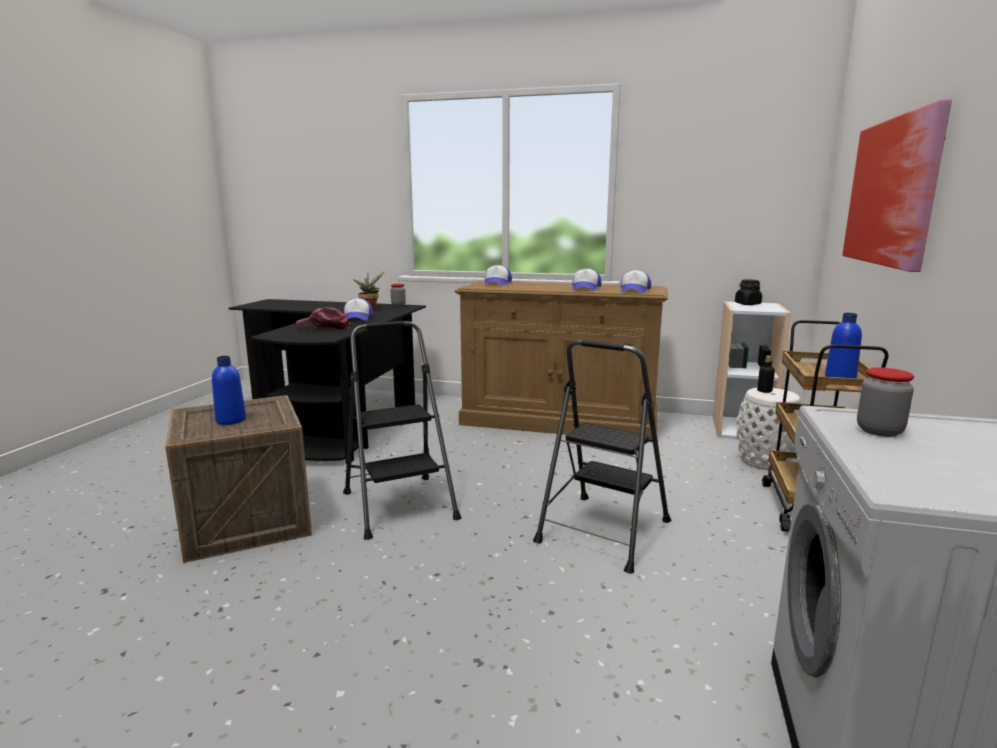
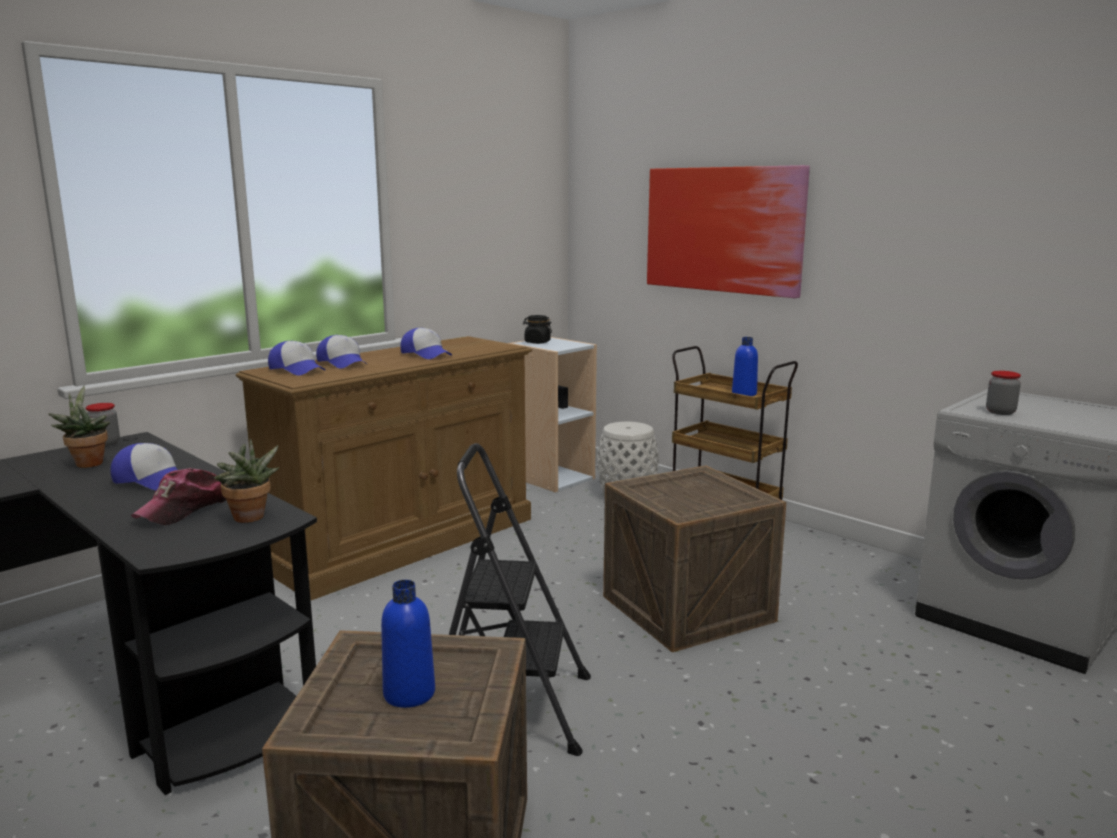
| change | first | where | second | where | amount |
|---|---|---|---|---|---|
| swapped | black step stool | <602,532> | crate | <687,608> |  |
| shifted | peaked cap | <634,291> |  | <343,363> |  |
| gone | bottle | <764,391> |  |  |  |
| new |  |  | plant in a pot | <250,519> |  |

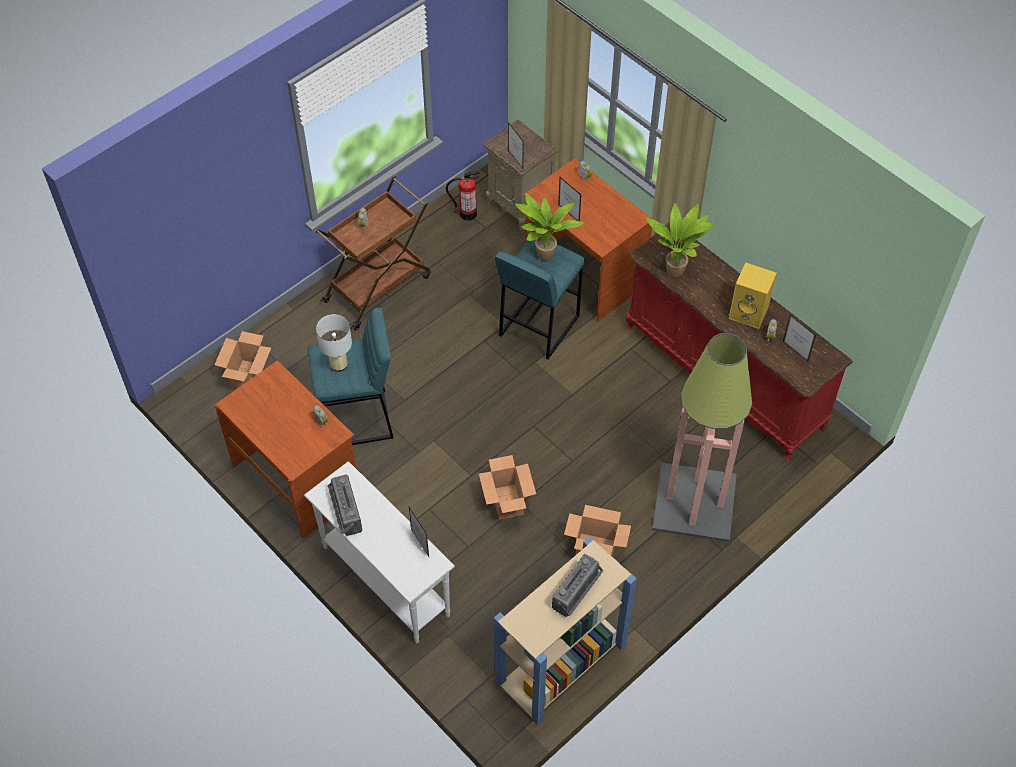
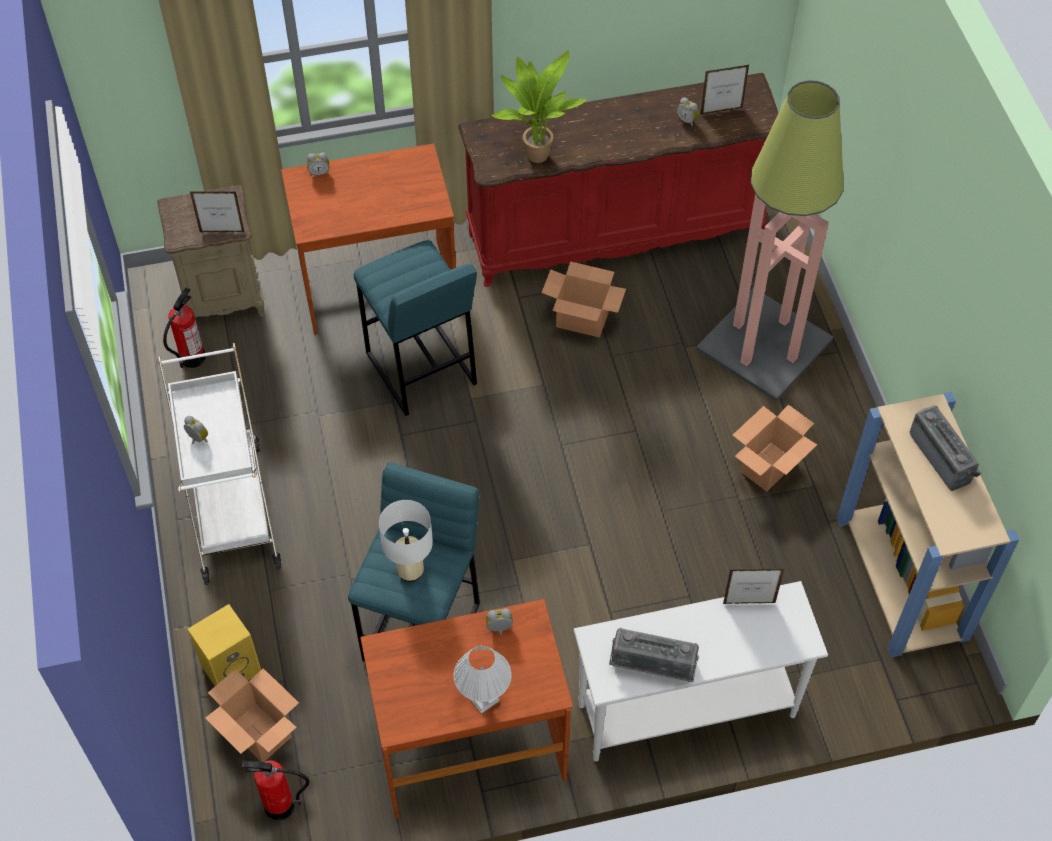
| change | first | where | second | where | amount |
|---|---|---|---|---|---|
| repainted | brown trolley | <378,289> | white trolley | <233,511> |  |
| shifted | cardboard box | <507,502> |  | <583,320> |  |
| gone | plant in a pot | <544,257> |  |  |  |
| gone | picture frame | <568,214> |  |  |  |
| shifted | yellow-coloured speaker | <749,313> |  | <232,667> |  |
| new |  |  | fire extinguisher | <279,806> |  |
| new |  |  | white lamp for a table | <482,698> |  |

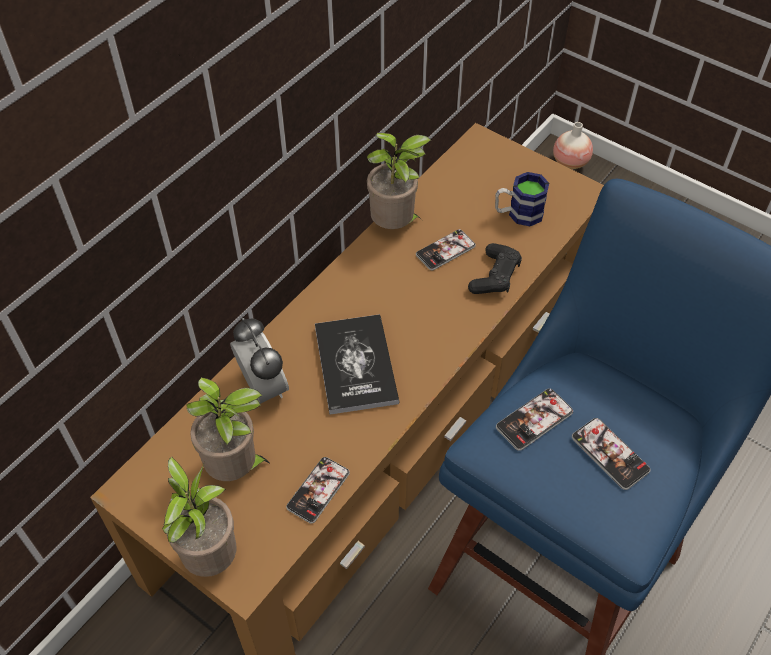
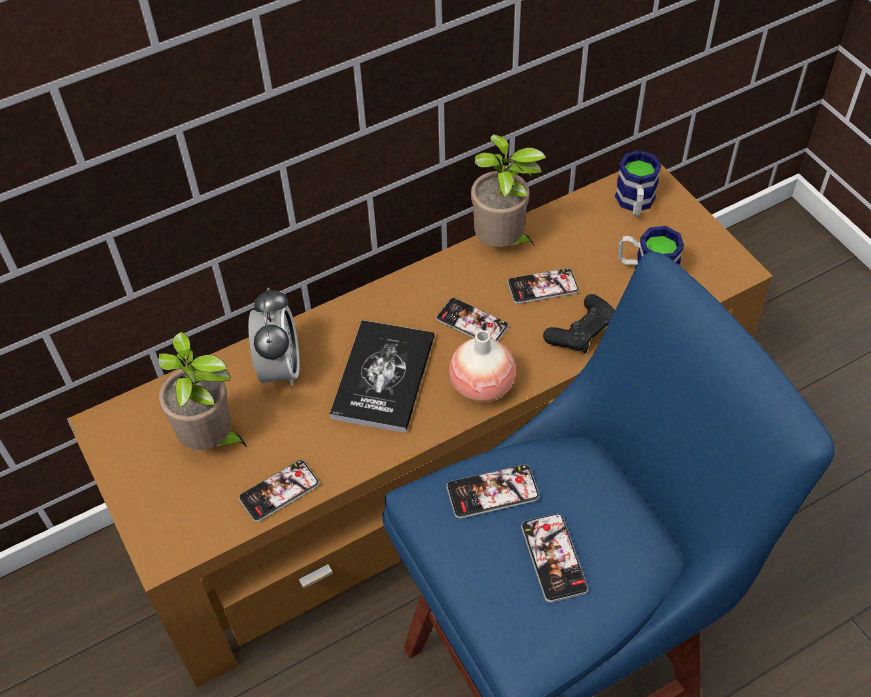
| change | first | where | second | where | amount |
|---|---|---|---|---|---|
| gone | plant in a pot | <210,556> |  |  |  |
| shifted | flower vase | <570,162> |  | <481,386> |  |
| new |  |  | telephone | <472,323> |  |
| new |  |  | tea mug | <635,204> |  |

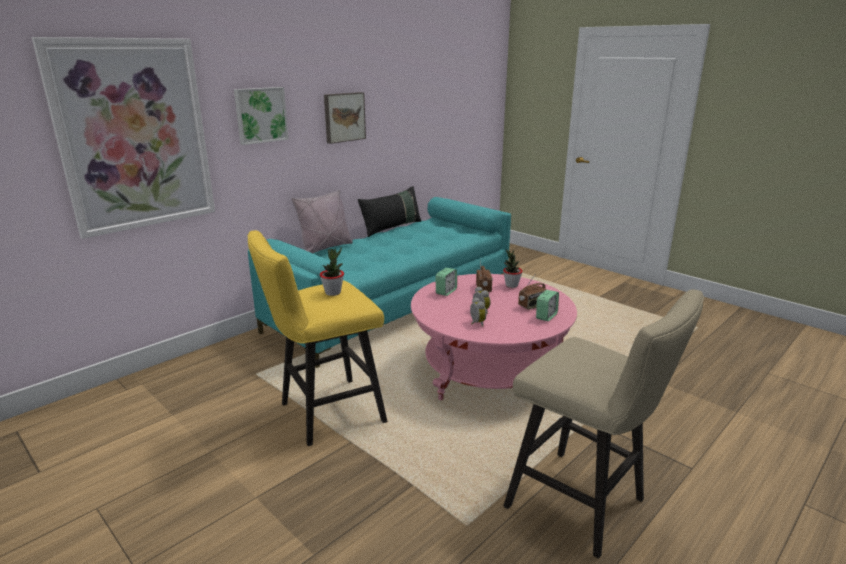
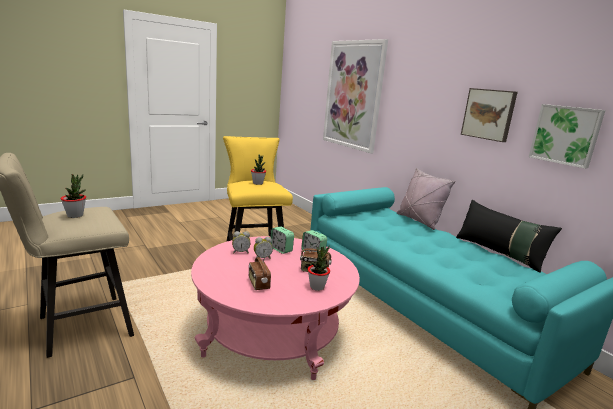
| change | first | where | second | where | amount |
|---|---|---|---|---|---|
| shifted | wall picture | <260,115> |  | <566,135> |  |
| shifted | table clock | <546,316> |  | <281,249> |  |
| new |  |  | plant in a pot | <75,215> |  |

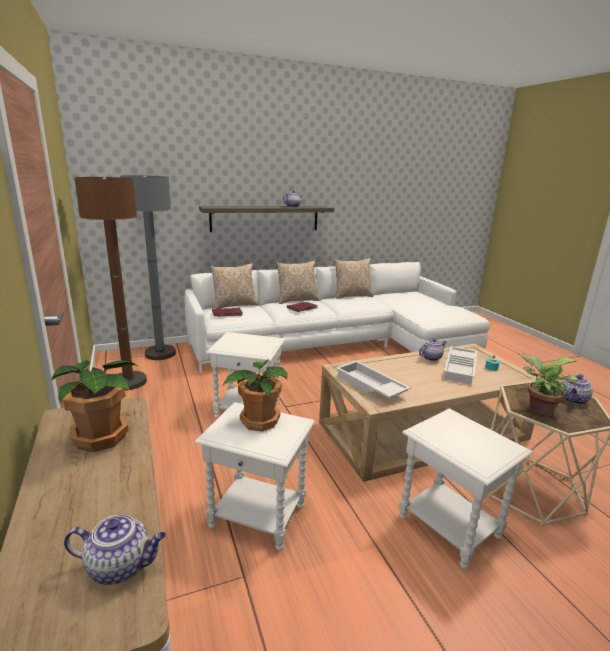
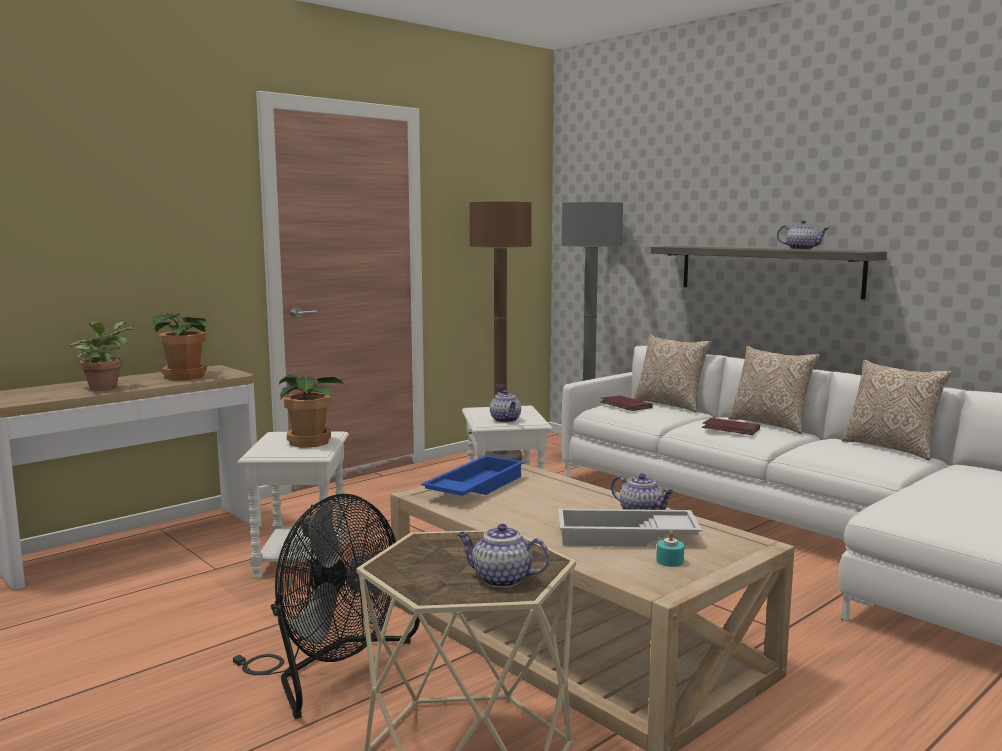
| change | first | where | second | where | amount |
|---|---|---|---|---|---|
| shifted | tea pot | <121,566> |  | <506,420> |  |
| repainted | white serving tray | <369,386> | blue-coloured serving tray | <474,486> |  |
| swapped | white side table | <448,526> | black fan | <327,670> |  |
| shifted | plant in a pot | <537,410> |  | <104,387> |  |

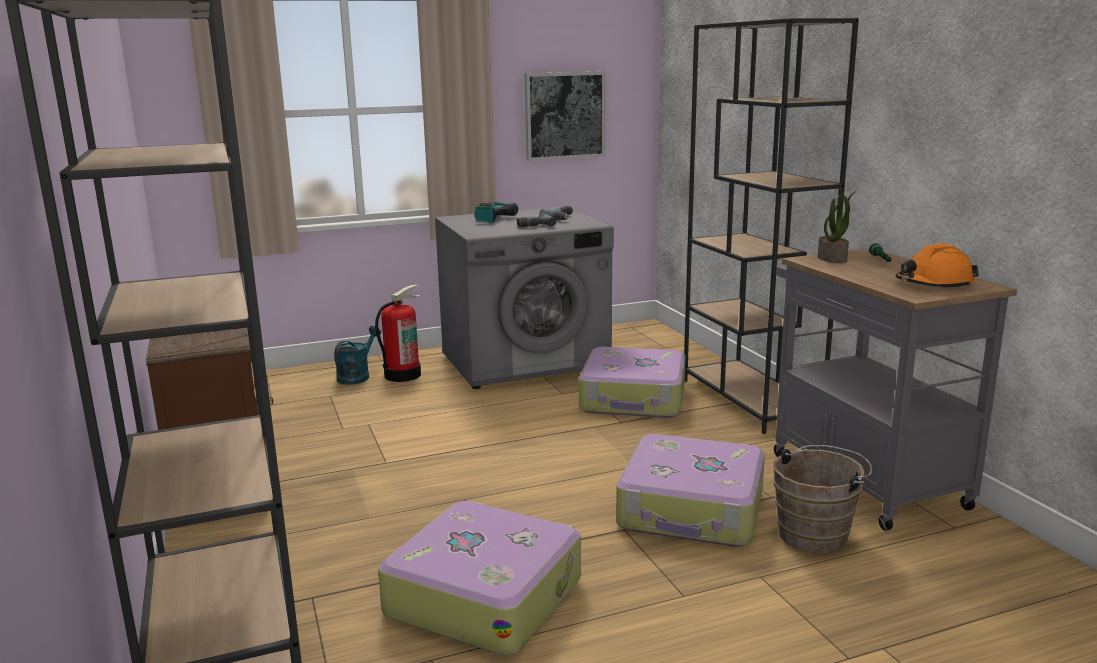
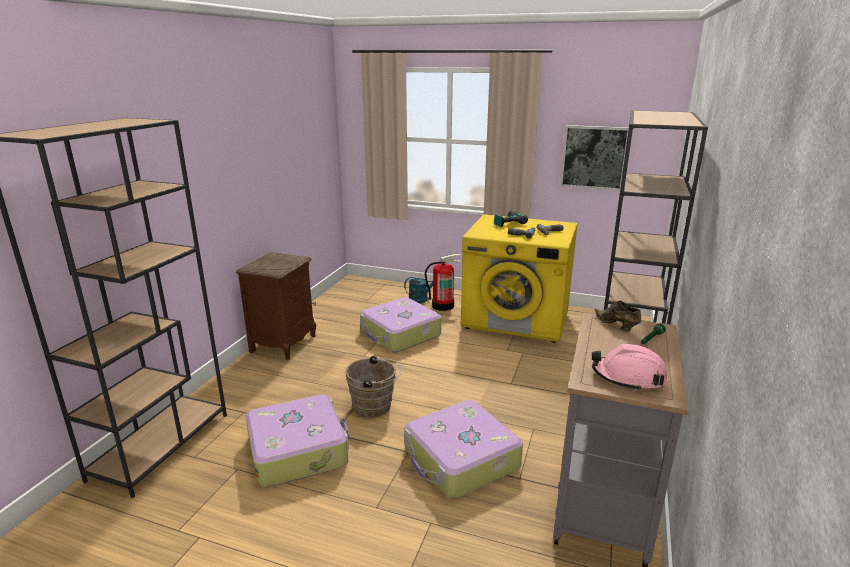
| change | first | where | second | where | amount |
|---|---|---|---|---|---|
| repainted | grey washing machine | <527,364> | yellow-coloured washing machine | <516,322> |  |
| shifted | travel case | <634,399> |  | <400,334> |  |
| shifted | brown water bucket | <817,534> |  | <375,406> |  |
| swapped | plant in a pot | <833,259> | brown low shoe | <616,325> |  |
| repainted | orangey hard hat | <934,284> | pink-coloured hard hat | <628,377> |  |

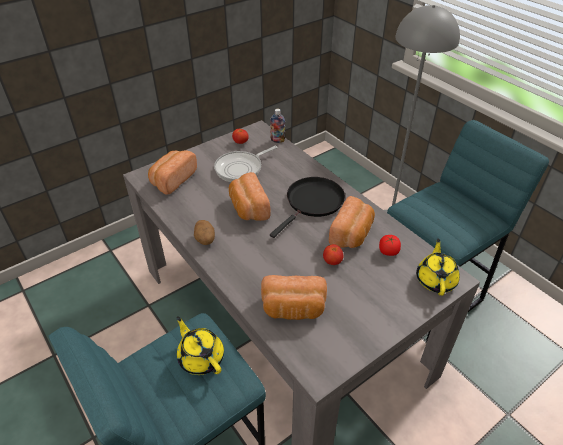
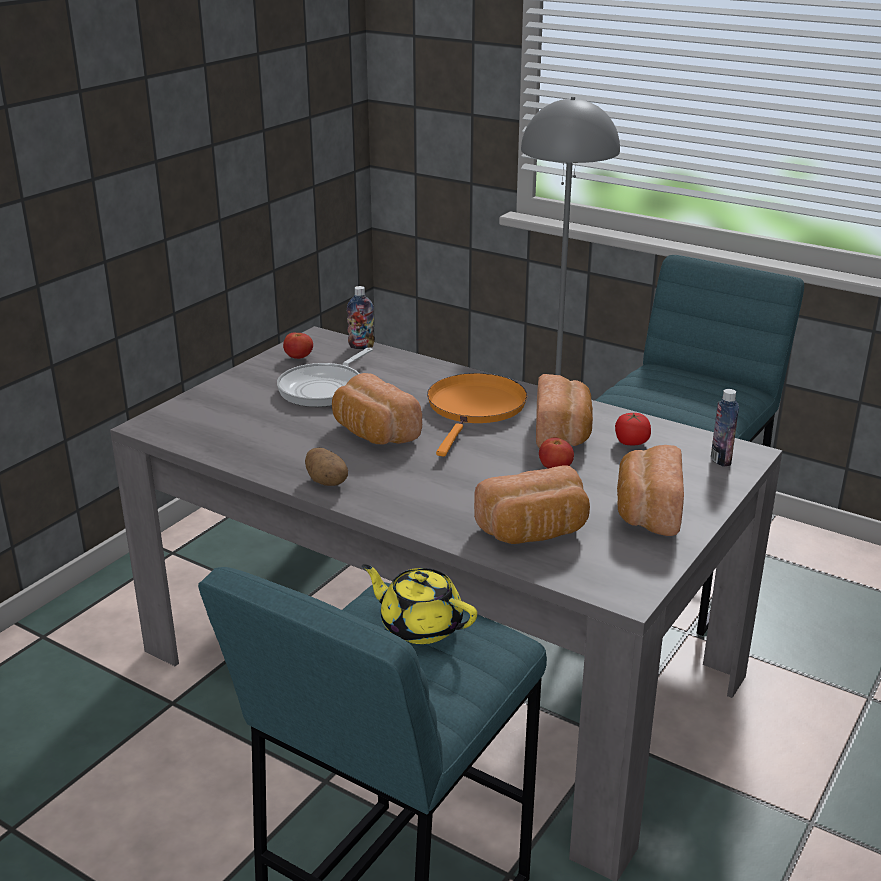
| change | first | where | second | where | amount |
|---|---|---|---|---|---|
| shifted | bread | <172,180> |  | <646,511> |  |
| repainted | black skillet | <313,202> | orangey skillet | <475,409> |  |
| swapped | yellow-coloured tea pot | <435,280> | bottle | <720,460> |  |

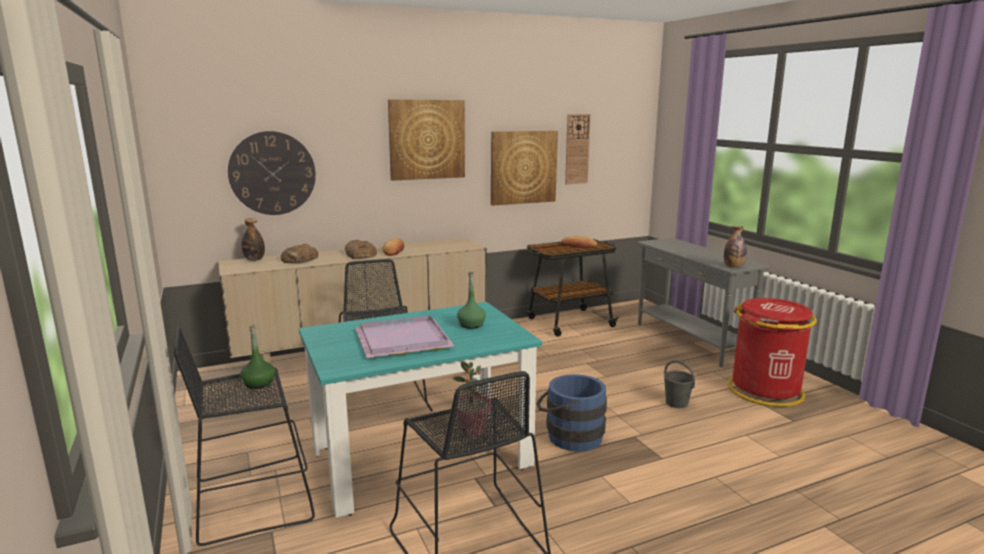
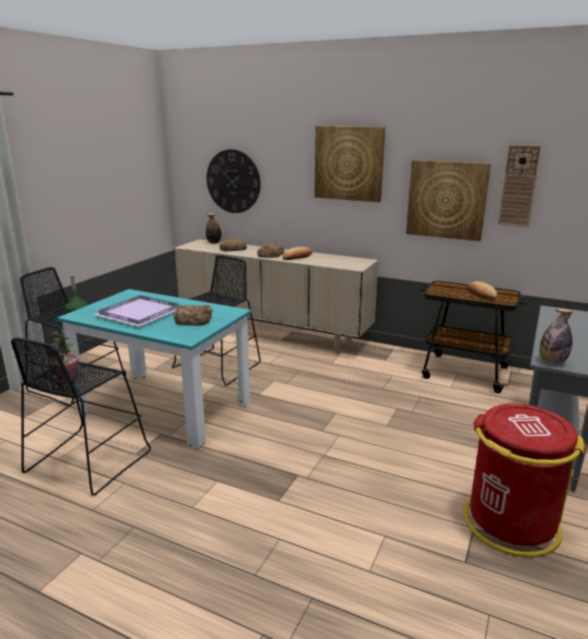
| change | first | where | second | where | amount |
|---|---|---|---|---|---|
| swapped | green bottle | <471,325> | bread | <193,319> |  |
| gone | blue-coloured water bucket | <569,436> |  |  |  |
| gone | grey water bucket | <677,403> |  |  |  |

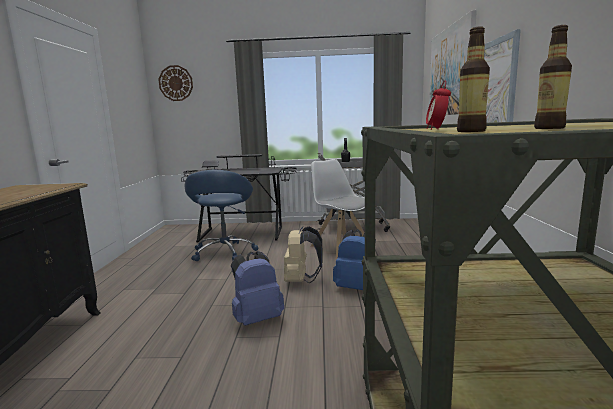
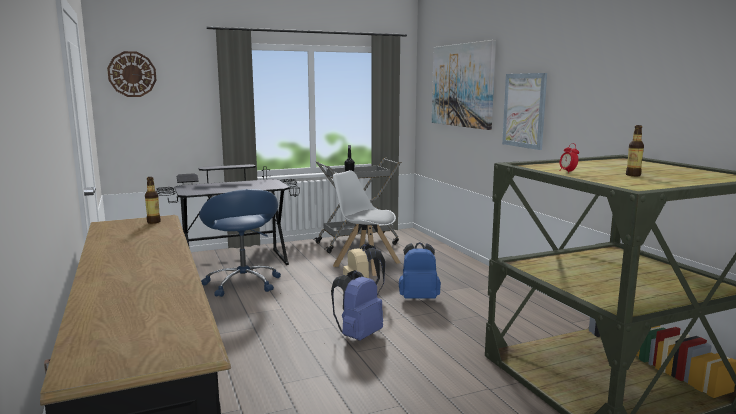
| change | first | where | second | where | amount |
|---|---|---|---|---|---|
| shifted | bottle | <471,131> |  | <154,222> |  |

